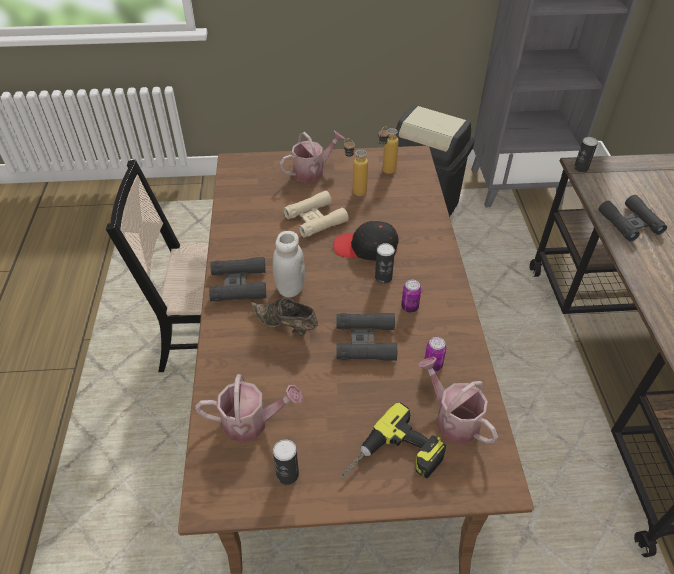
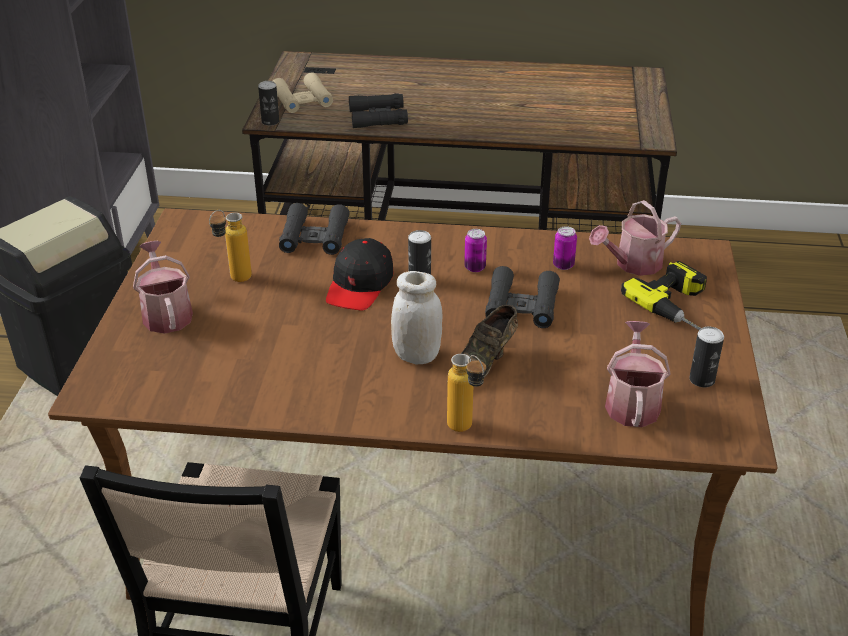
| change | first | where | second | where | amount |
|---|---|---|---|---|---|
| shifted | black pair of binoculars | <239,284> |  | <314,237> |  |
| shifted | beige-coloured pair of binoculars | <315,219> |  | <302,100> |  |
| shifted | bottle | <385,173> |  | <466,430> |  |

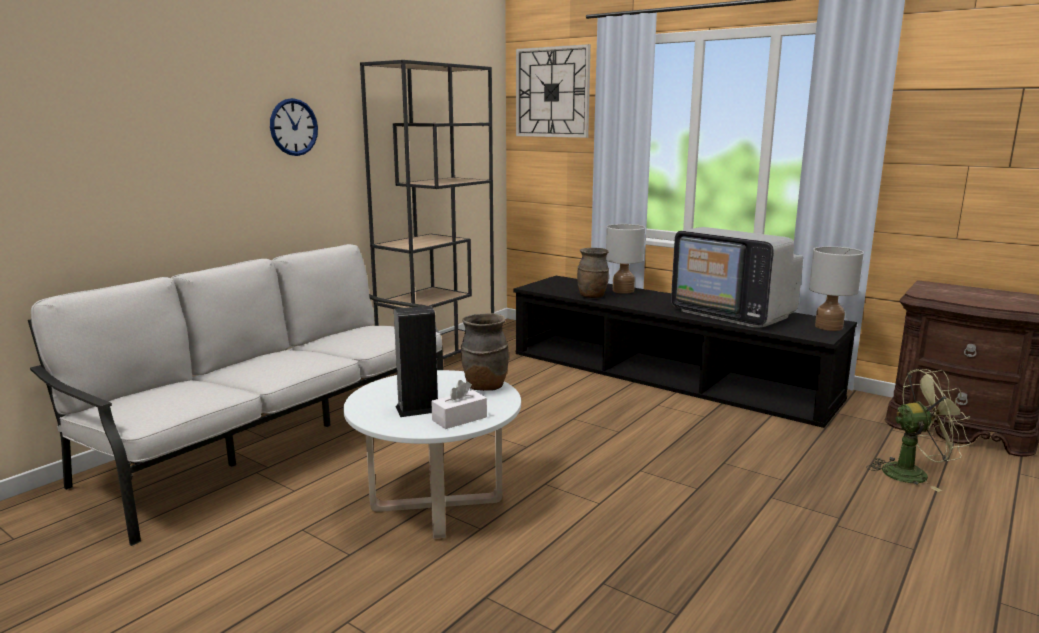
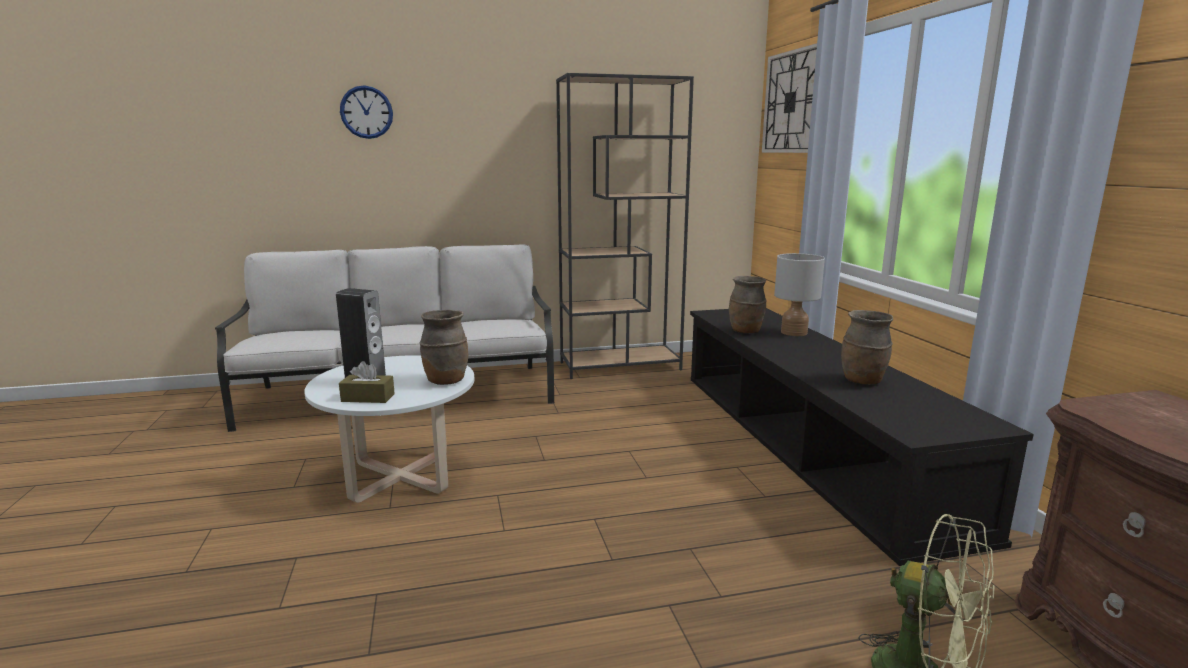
| change | first | where | second | where | amount |
|---|---|---|---|---|---|
| shifted | clock on the wall | <293,127> |  | <366,112> |  |
| repainted | white tissue holder | <459,419> | brown tissue holder | <368,398> |  |
| swapped | TV set | <732,314> | brown flower vase | <863,381> |  |
| gone | grey lamp for a table | <829,327> |  |  |  |

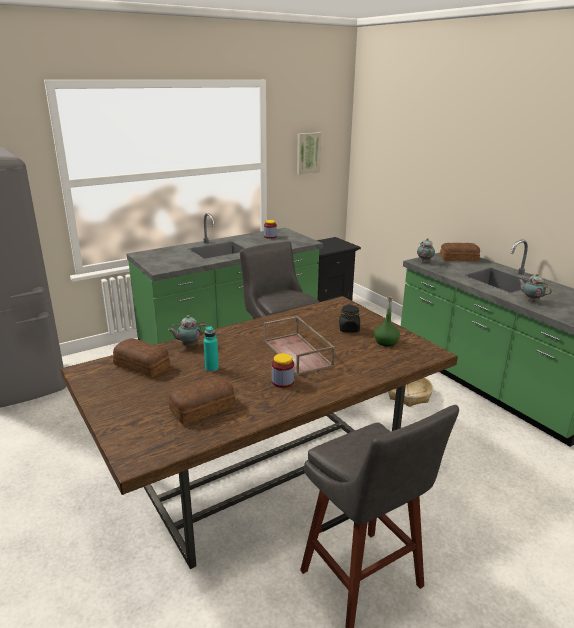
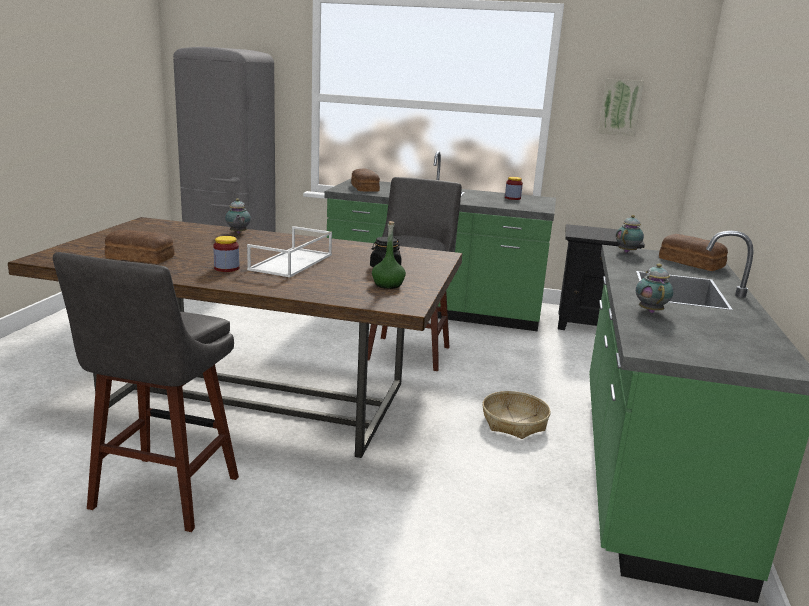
| change | first | where | second | where | amount |
|---|---|---|---|---|---|
| shifted | bread | <142,365> |  | <365,188> |  |
| rotated | tea pot | <189,345> |  | <238,233> | 135 degrees counterclockwise |
| gone | blue-green bottle | <212,368> |  |  |  |
| repainted | brown serving tray | <298,353> | white serving tray | <292,262> |  |

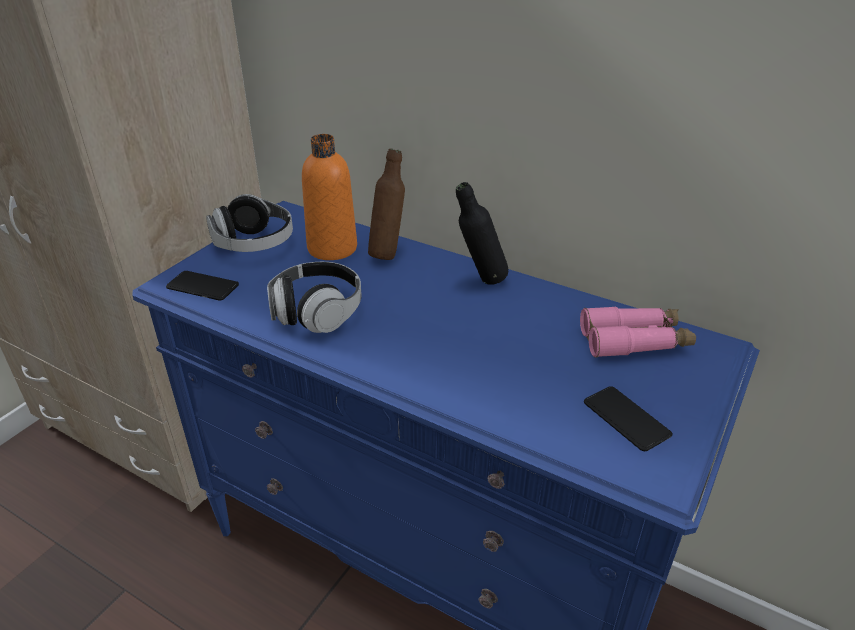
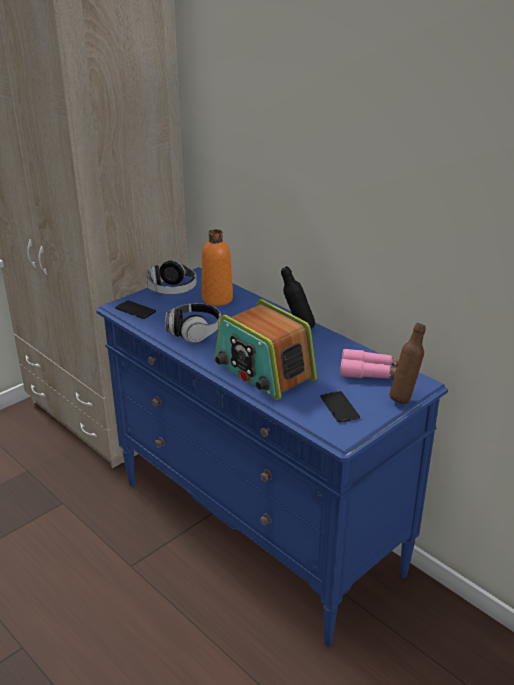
| change | first | where | second | where | amount |
|---|---|---|---|---|---|
| shifted | brown bottle | <388,253> |  | <404,397> |  |
| new |  |  | radio receiver | <263,371> |  |

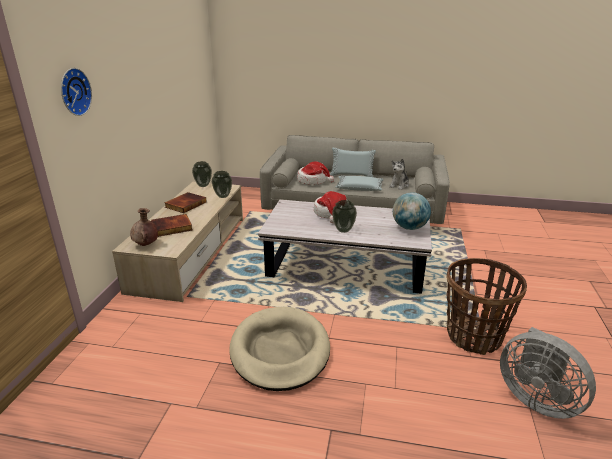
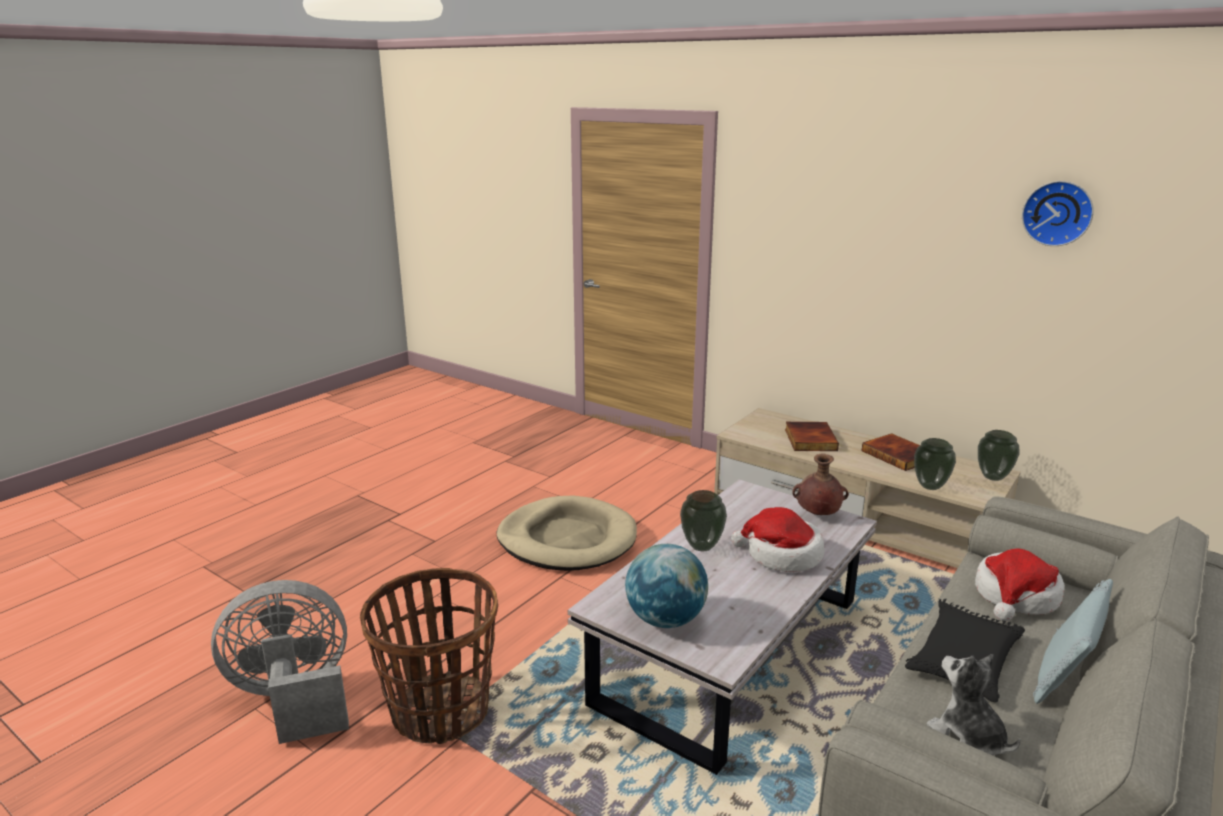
| change | first | where | second | where | amount |
|---|---|---|---|---|---|
| shifted | clock on the wall | <73,92> |  | <1057,213> |  |
| shifted | brown flower vase | <146,245> |  | <817,514> |  |
| repainted | blue-coloured pillow | <359,186> | black pillow | <964,657> |  |

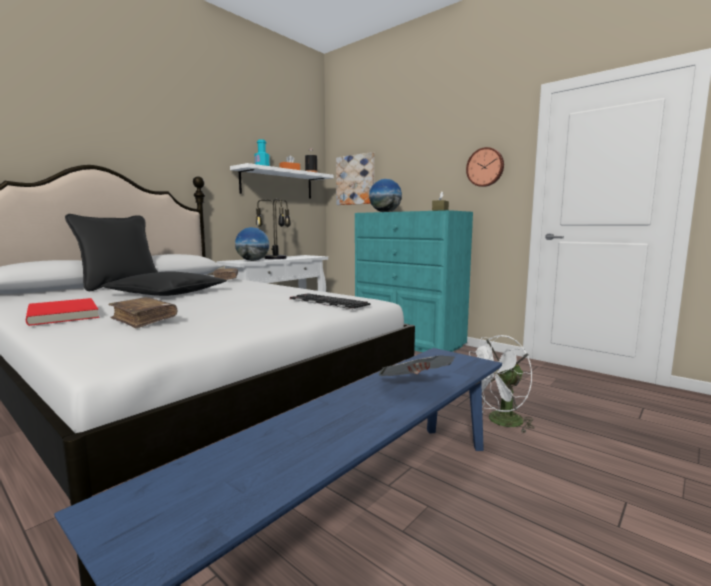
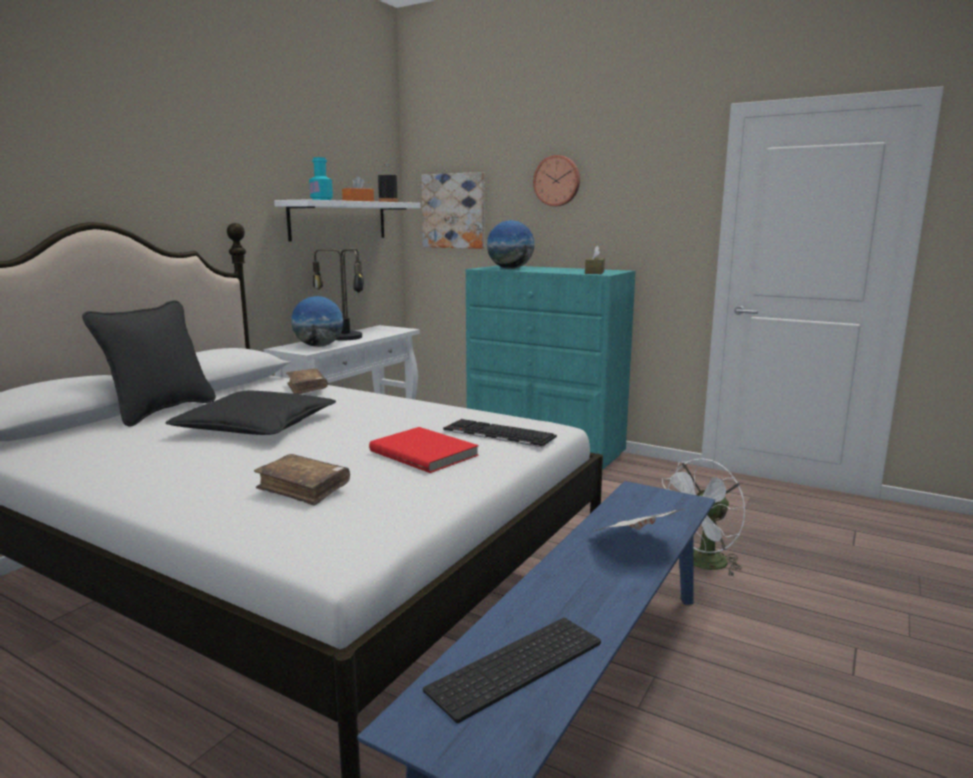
| change | first | where | second | where | amount |
|---|---|---|---|---|---|
| shifted | red-coloured volume | <65,314> |  | <425,453> |  |
| shifted | clock on the wall | <485,167> |  | <557,181> |  |
| new |  |  | computer keyboard | <517,668> |  |

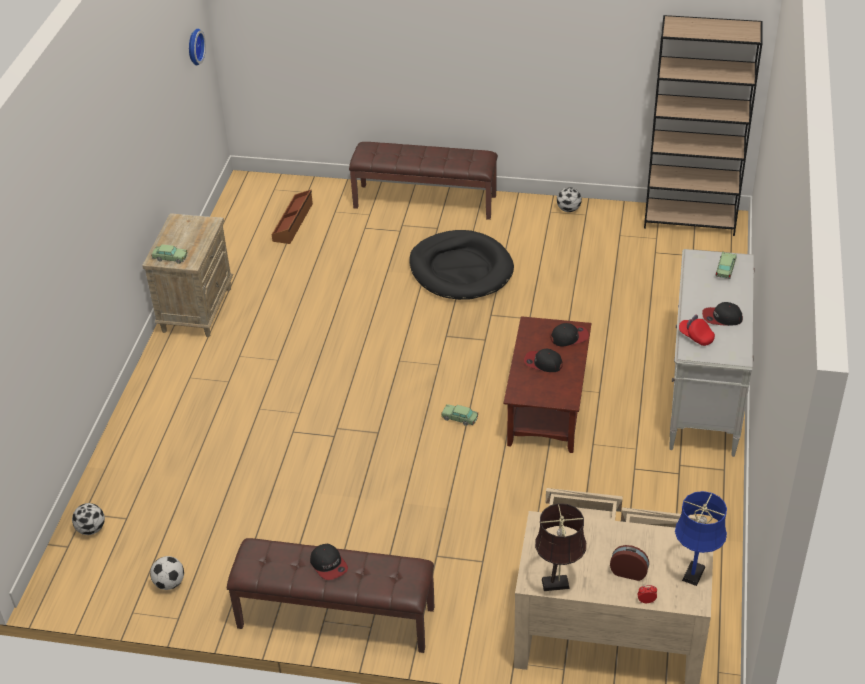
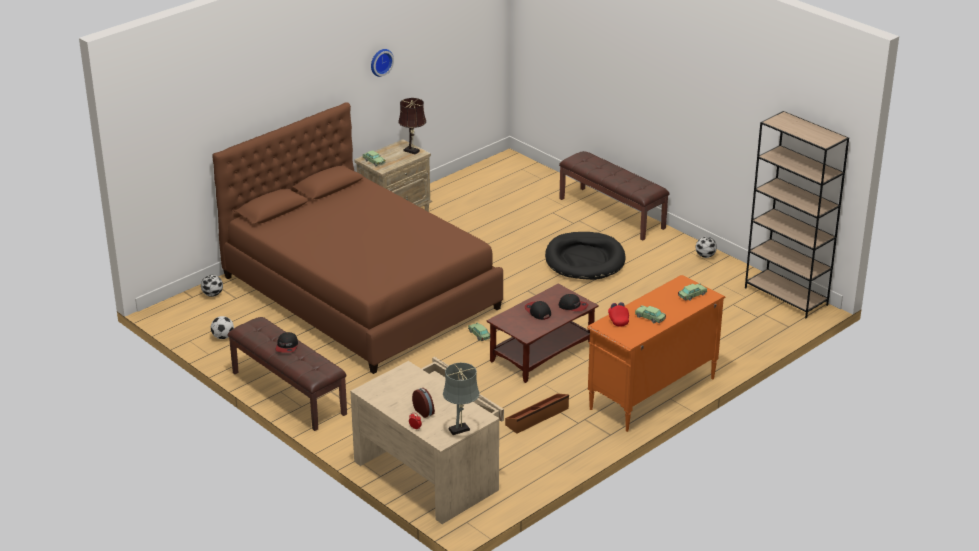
| change | first | where | second | where | amount |
|---|---|---|---|---|---|
| shifted | clock on the wall | <193,46> |  | <380,62> |  |
| shifted | brown storage box | <293,222> |  | <537,417> |  |
| shifted | brown lamp for a table | <558,583> |  | <412,151> |  |
| repainted | white drawer chest | <703,397> | orangey drawer chest | <651,393> |  |
| repainted | blue-coloured lamp for a table | <694,572> | grey lamp for a table | <461,429> |  |
| swapped | peaked cap | <722,318> | model car | <650,318> |  |
| new |  |  | brown sleeping bed | <360,292> |  |

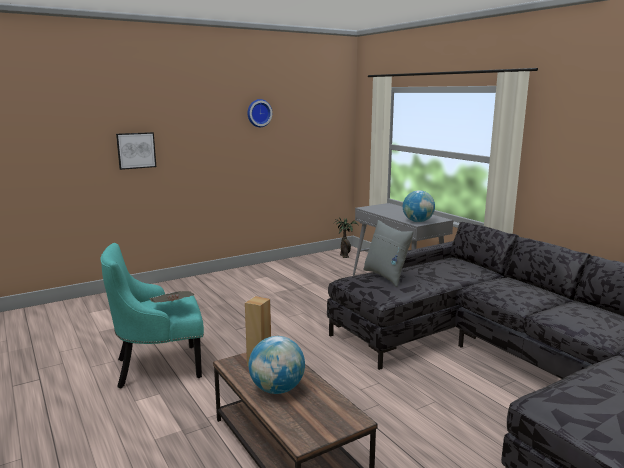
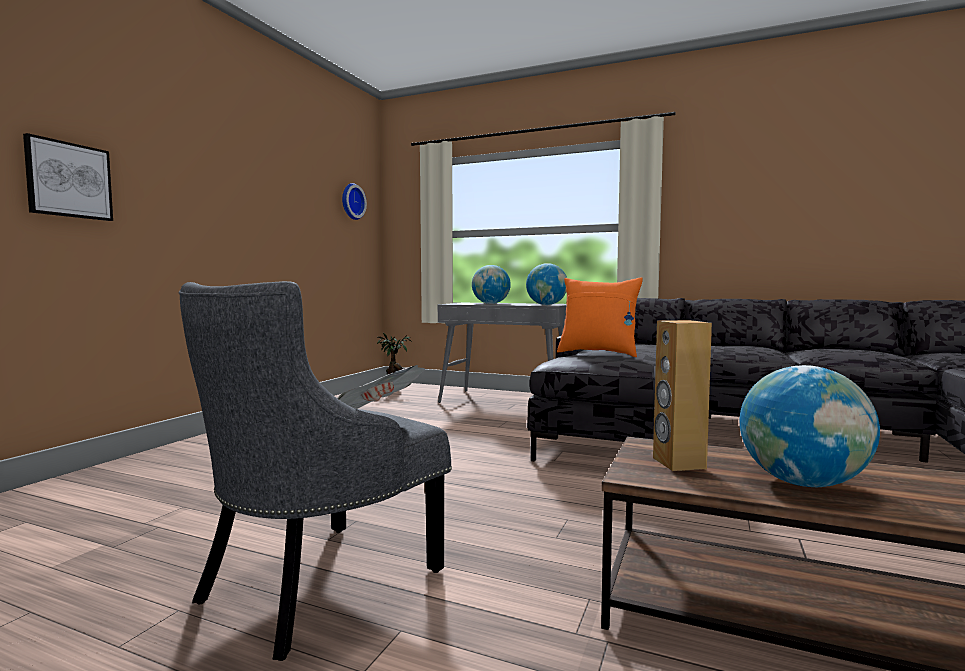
| change | first | where | second | where | amount |
|---|---|---|---|---|---|
| repainted | blue-green easy chair | <160,367> | grey easy chair | <323,582> |  |
| shifted | clock on the wall | <258,113> |  | <351,201> |  |
| repainted | grey pillow | <385,277> | orangey pillow | <598,353> |  |
| new |  |  | desk globe | <491,303> |  |

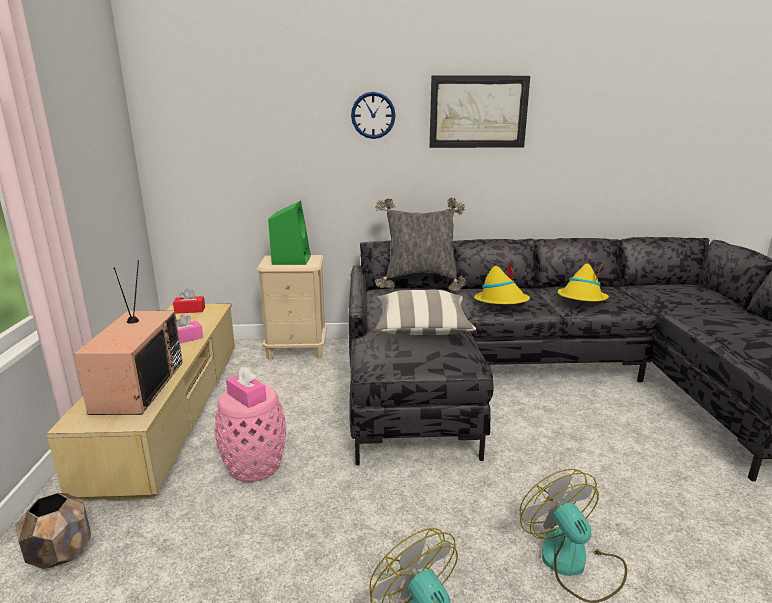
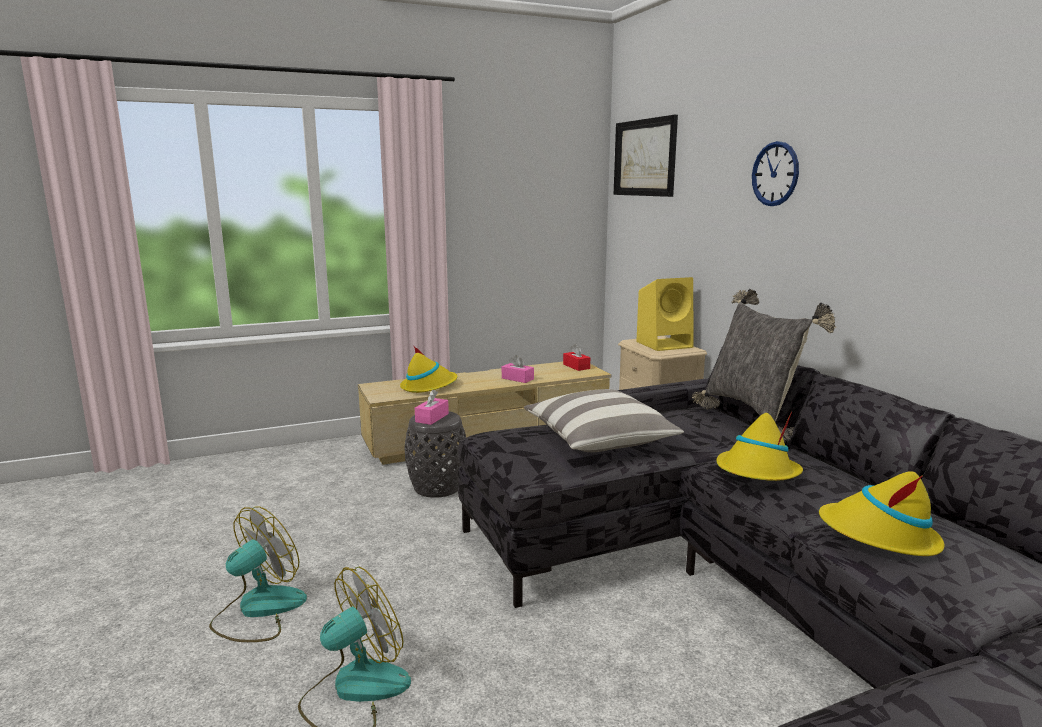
| change | first | where | second | where | amount |
|---|---|---|---|---|---|
| gone | brown planter | <61,553> |  |  |  |
| swapped | TV set | <137,386> | yellow-coloured clothing hat | <429,386> |  |
| repainted | pink-coloured stool seat | <254,465> | grey stool seat | <437,487> |  |
| repainted | green speaker | <291,259> | yellow-coloured speaker | <665,344> |  |
| shifted | wall picture | <478,112> |  | <644,158> |  |

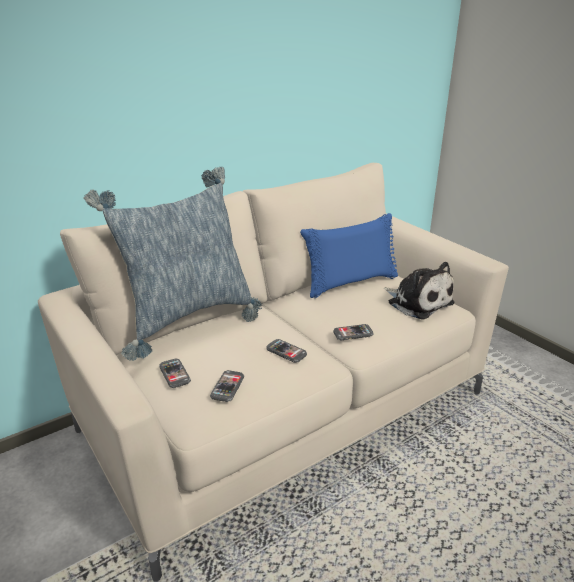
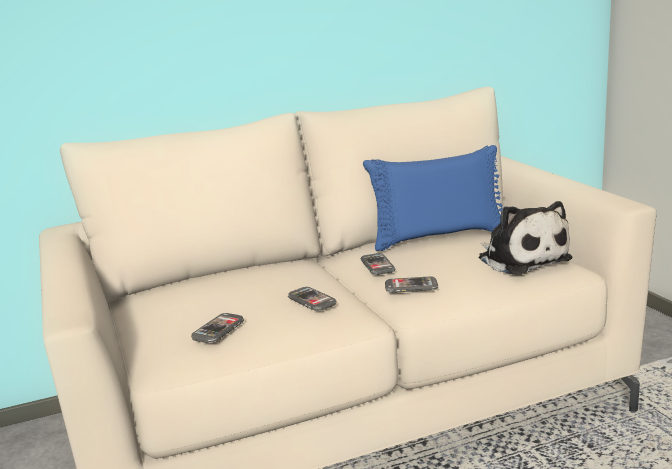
| change | first | where | second | where | amount |
|---|---|---|---|---|---|
| gone | pillow | <186,328> |  |  |  |
| shifted | telephone | <174,374> |  | <377,265> |  |

